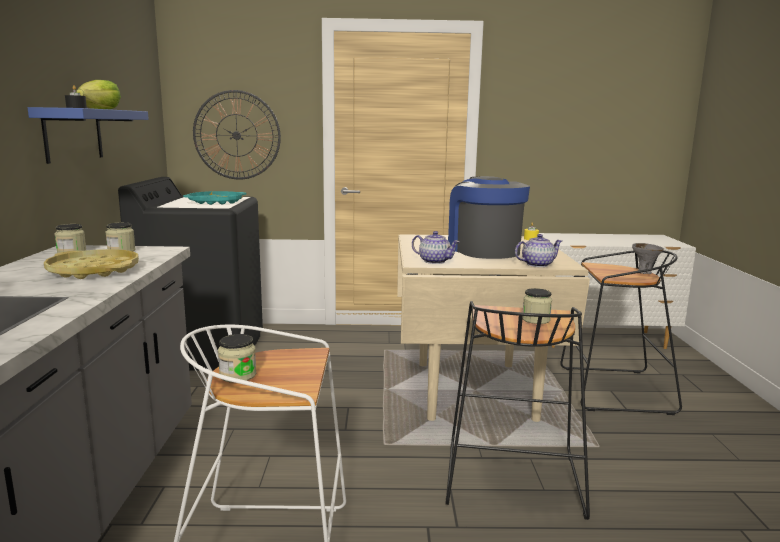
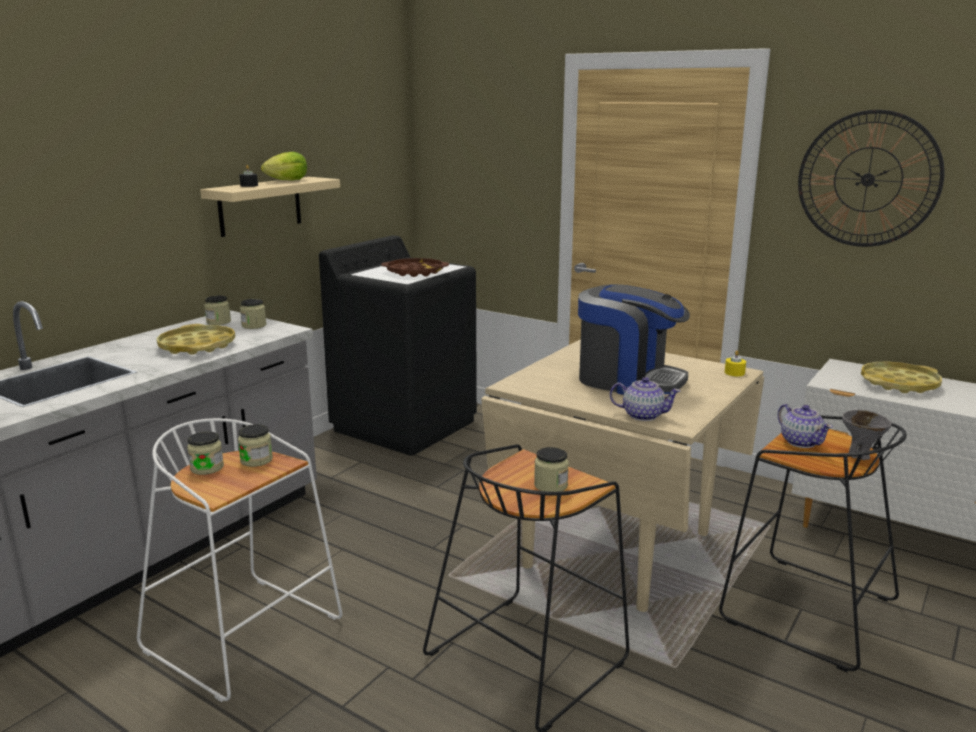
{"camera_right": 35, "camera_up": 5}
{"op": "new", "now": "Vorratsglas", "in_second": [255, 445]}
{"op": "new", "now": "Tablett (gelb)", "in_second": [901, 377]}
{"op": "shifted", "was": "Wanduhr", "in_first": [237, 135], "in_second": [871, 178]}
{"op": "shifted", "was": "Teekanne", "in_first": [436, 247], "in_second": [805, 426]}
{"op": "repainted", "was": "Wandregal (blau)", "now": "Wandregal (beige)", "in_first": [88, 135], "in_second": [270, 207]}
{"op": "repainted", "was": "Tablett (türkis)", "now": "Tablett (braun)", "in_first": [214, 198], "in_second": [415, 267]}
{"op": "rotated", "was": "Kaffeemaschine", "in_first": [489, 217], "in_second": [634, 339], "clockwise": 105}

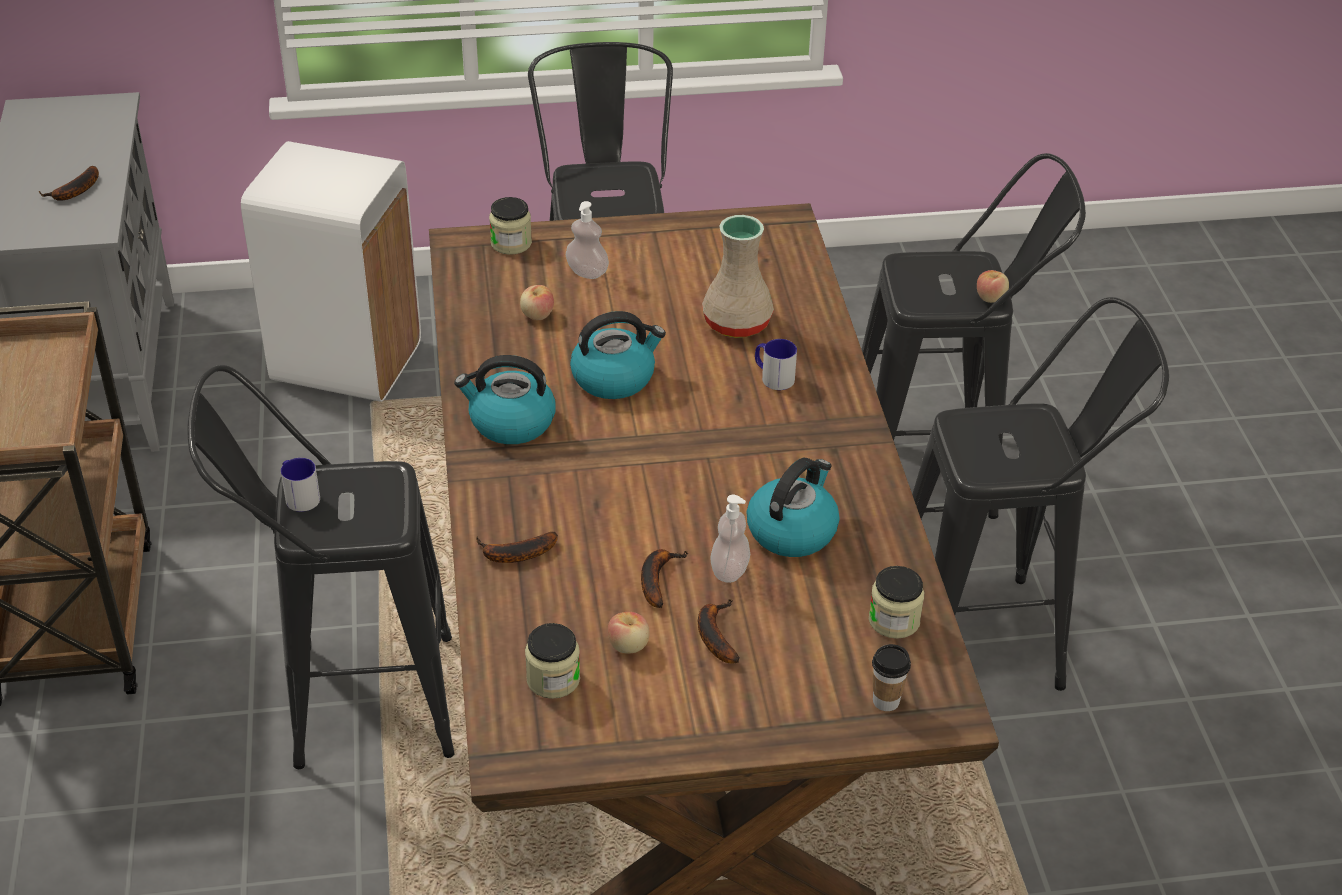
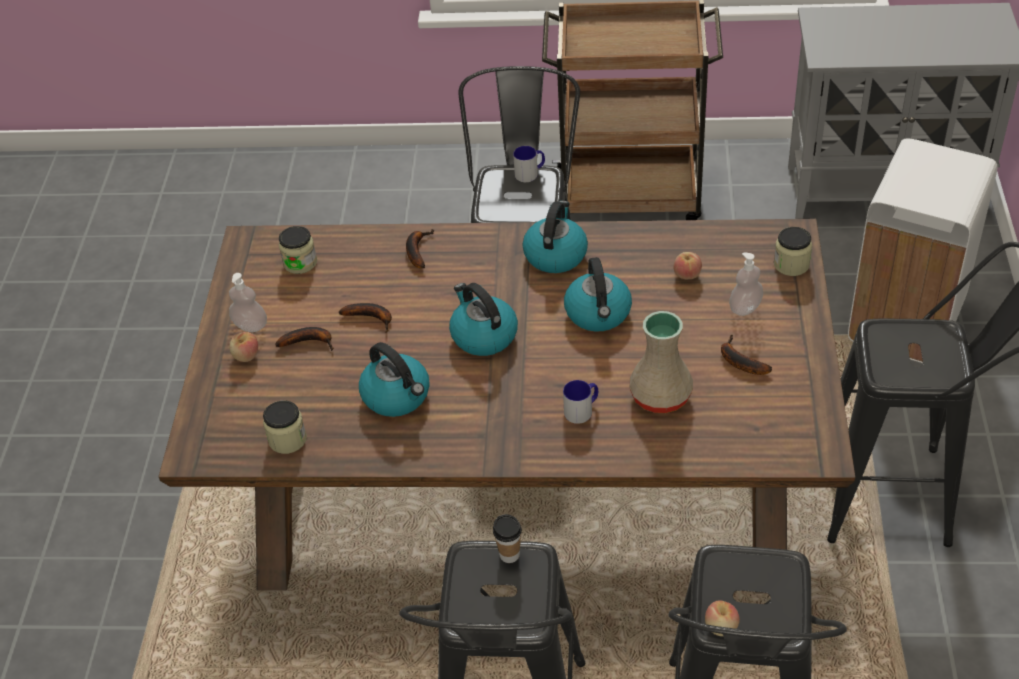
{"camera_right": 105, "camera_up": 5}
{"op": "new", "now": "Wasserkessel", "in_second": [483, 319]}
{"op": "shifted", "was": "Banane", "in_first": [68, 183], "in_second": [746, 355]}
{"op": "shifted", "was": "Apfel", "in_first": [628, 633], "in_second": [244, 347]}
{"op": "shifted", "was": "Seifenspender", "in_first": [730, 539], "in_second": [248, 302]}
{"op": "shifted", "was": "Tasse", "in_first": [891, 677], "in_second": [507, 538]}

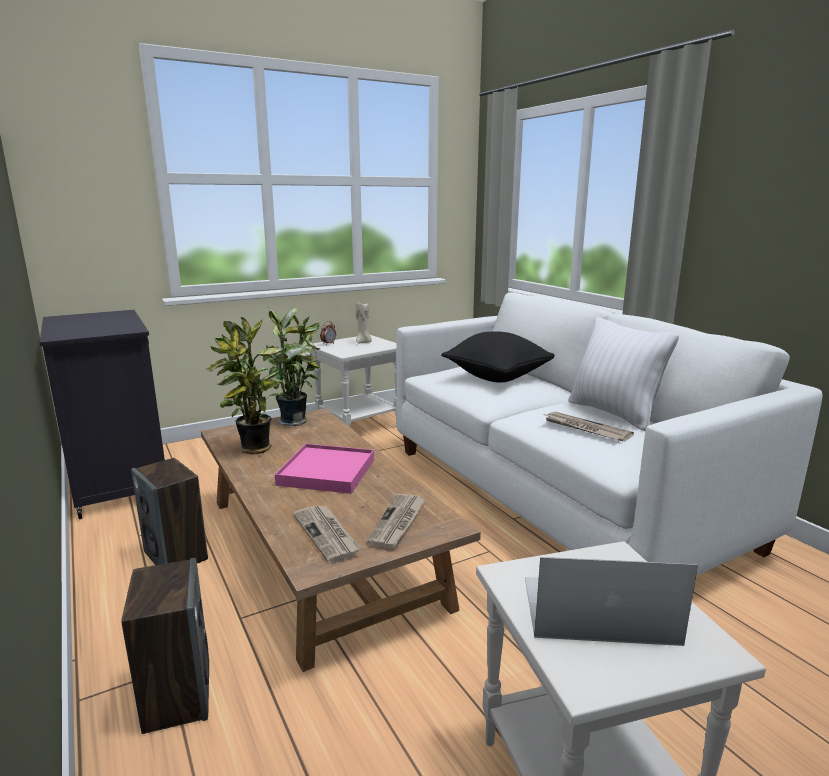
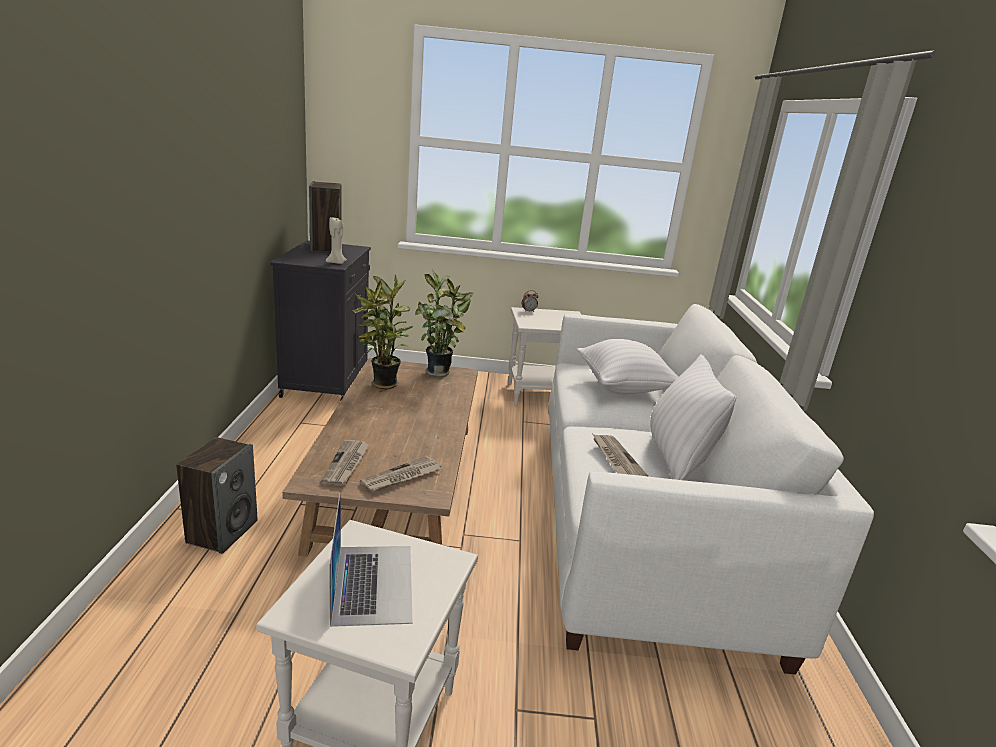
{"camera_right": 30, "camera_up": 5}
{"op": "gone", "was": "Tablett (rosa)", "in_first": [324, 469]}
{"op": "shifted", "was": "Lautsprecher", "in_first": [169, 511], "in_second": [325, 216]}
{"op": "shifted", "was": "Kerze (beige)", "in_first": [364, 322], "in_second": [336, 240]}
{"op": "repainted", "was": "Kissen (schwarz)", "now": "Kissen (weiß)", "in_first": [498, 357], "in_second": [627, 366]}
{"op": "rotated", "was": "Laptop", "in_first": [611, 601], "in_second": [370, 559], "clockwise": 45}

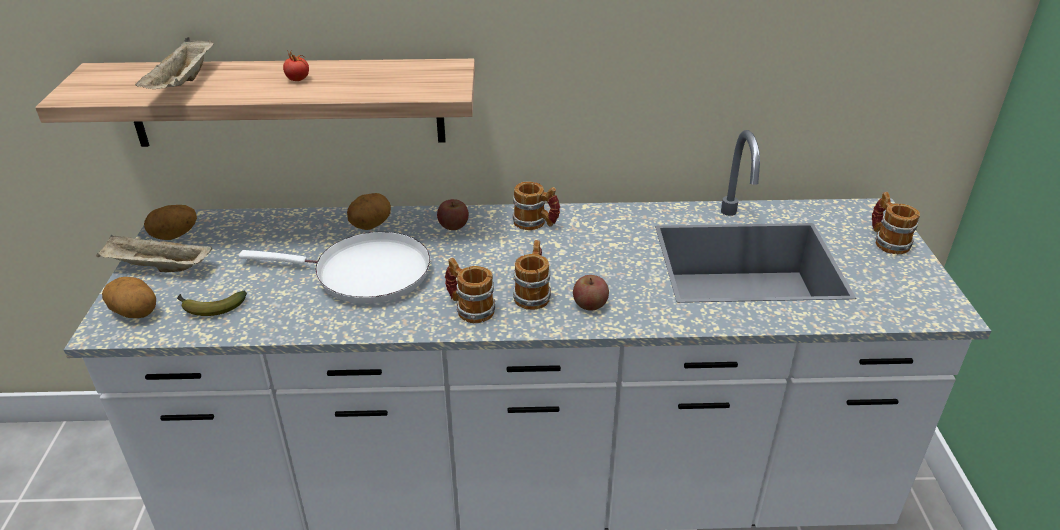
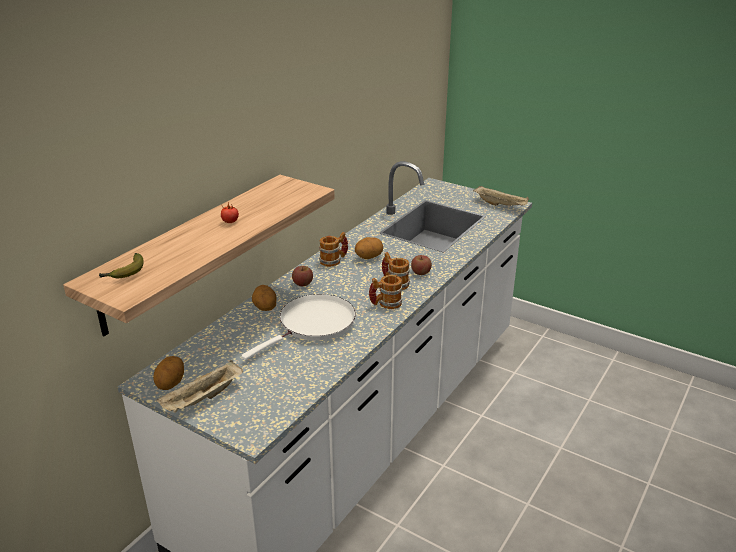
{"camera_right": -55, "camera_up": -5}
{"op": "gone", "was": "Henkelbecher", "in_first": [895, 223]}
{"op": "shifted", "was": "Kartoffel", "in_first": [129, 297], "in_second": [369, 248]}
{"op": "shifted", "was": "Tablett (beige)", "in_first": [174, 63], "in_second": [501, 196]}
{"op": "shifted", "was": "Banane", "in_first": [212, 303], "in_second": [121, 265]}

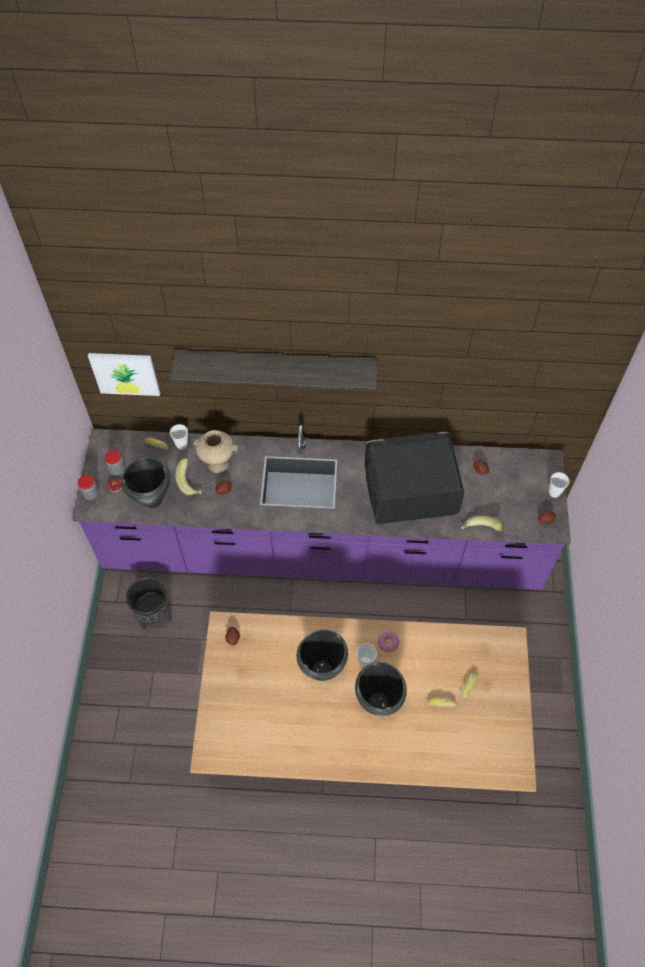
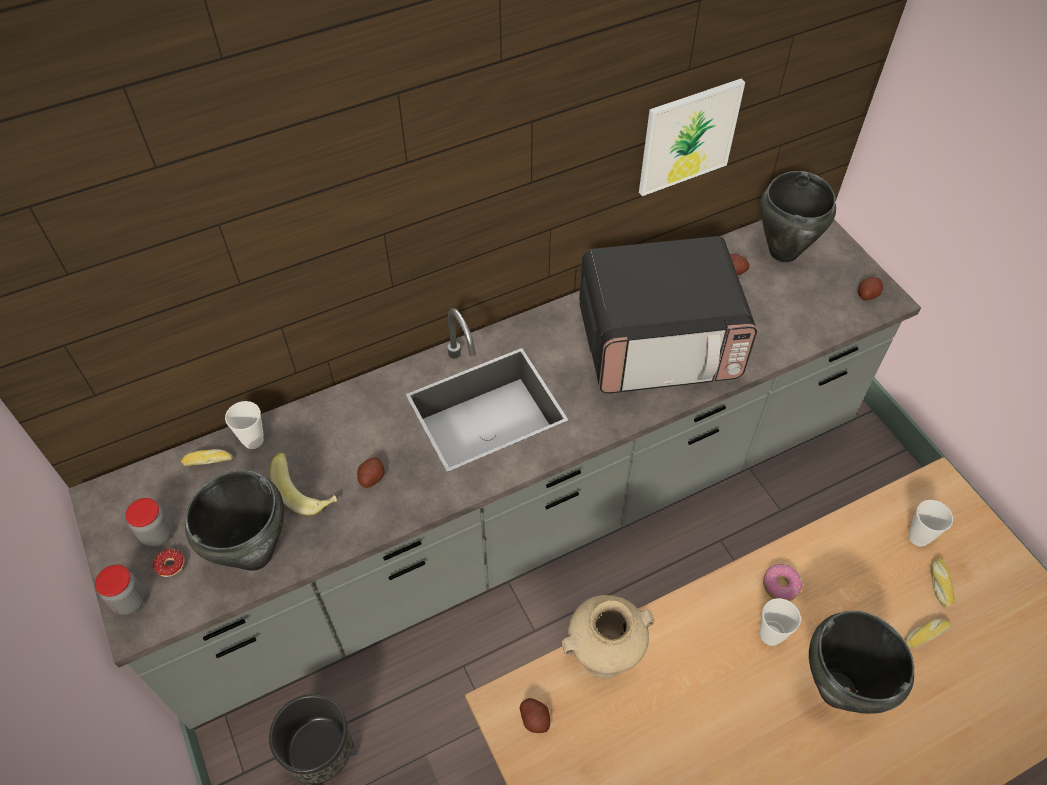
{"camera_right": -30, "camera_up": -5}
{"op": "gone", "was": "Wandregal", "in_first": [274, 370]}
{"op": "gone", "was": "Banane", "in_first": [482, 523]}
{"op": "shifted", "was": "Bild", "in_first": [124, 374], "in_second": [692, 137]}
{"op": "shifted", "was": "Vase (beige)", "in_first": [215, 451], "in_second": [608, 636]}
{"op": "shifted", "was": "Kochtopf (schwarz)", "in_first": [322, 655], "in_second": [798, 216]}
{"op": "shifted", "was": "Tasse", "in_first": [559, 485], "in_second": [931, 523]}
{"op": "repainted", "was": "Küchenzeile (lila)", "now": "Küchenzeile (grau)", "in_first": [321, 507], "in_second": [494, 474]}
{"op": "rotated", "was": "Mikrowelle", "in_first": [414, 478], "in_second": [668, 315], "clockwise": -150}

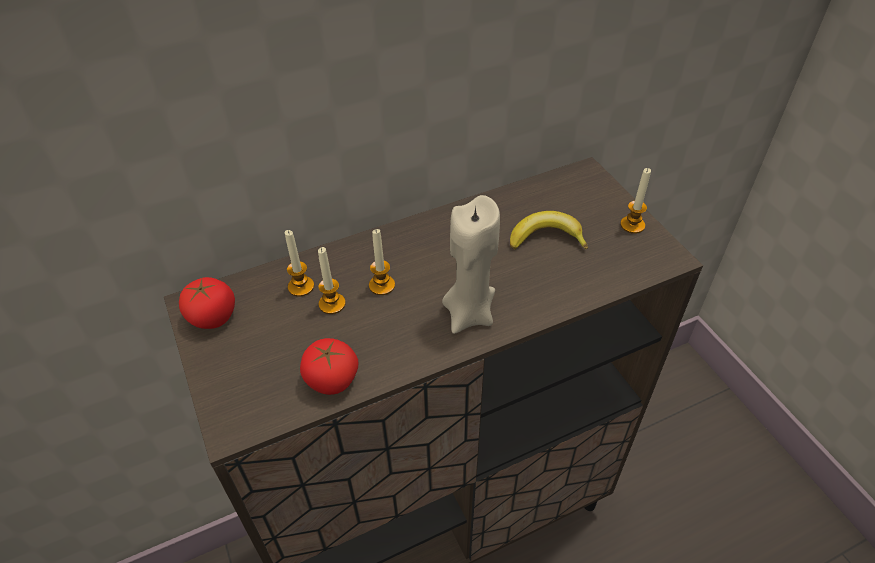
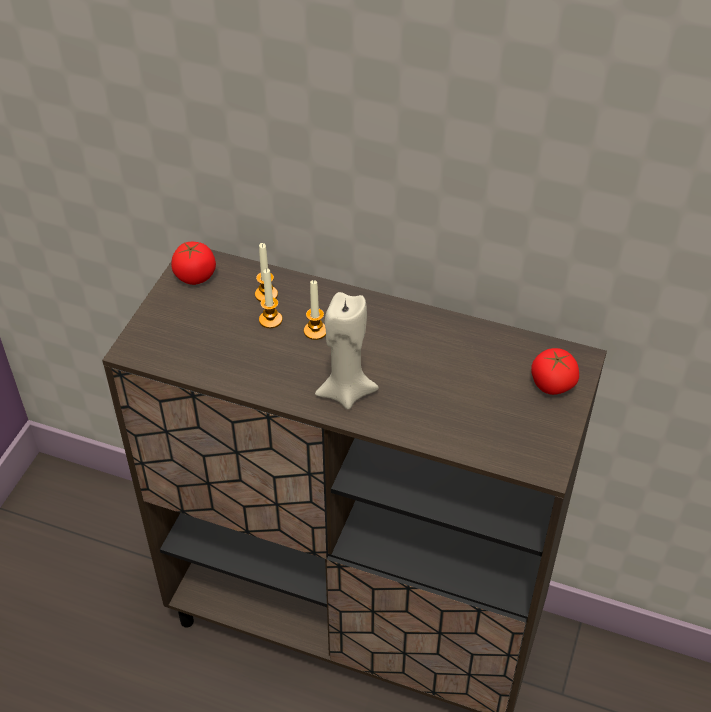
{"camera_right": 45, "camera_up": 0}
{"op": "gone", "was": "Banane", "in_first": [549, 230]}
{"op": "gone", "was": "Kerze", "in_first": [635, 201]}
{"op": "shifted", "was": "Tomate", "in_first": [329, 366], "in_second": [555, 371]}

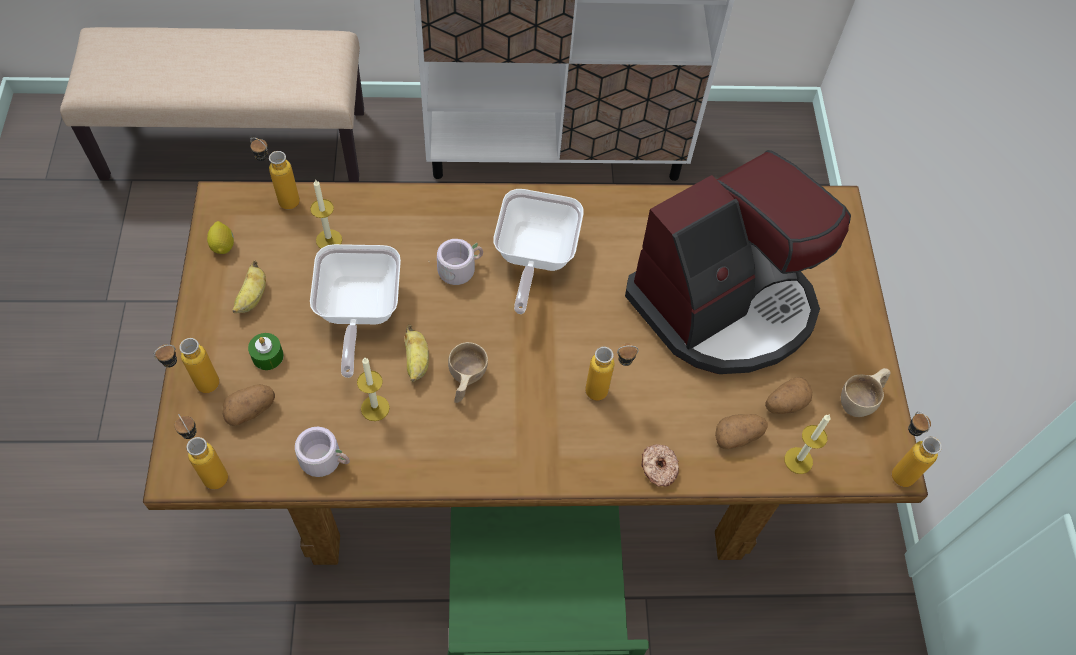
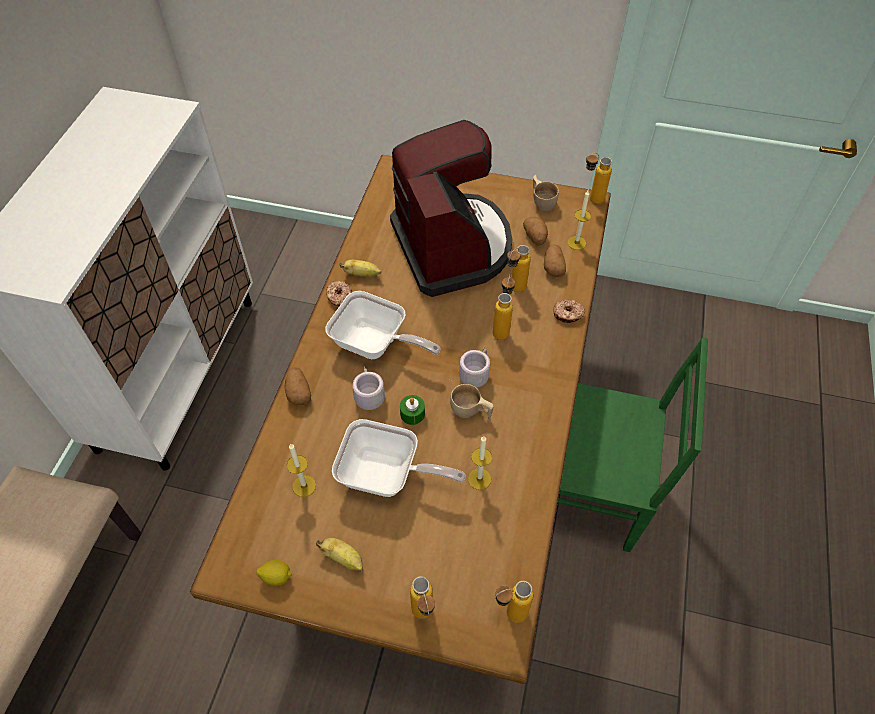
{"camera_right": -70, "camera_up": -5}
{"op": "new", "now": "Donut", "in_second": [339, 293]}
{"op": "shifted", "was": "Kartoffel", "in_first": [249, 405], "in_second": [298, 386]}
{"op": "shifted", "was": "Kerze (grün)", "in_first": [266, 351], "in_second": [412, 410]}
{"op": "shifted", "was": "Flasche", "in_first": [275, 173], "in_second": [519, 268]}
{"op": "shifted", "was": "Henkelbecher (grau)", "in_first": [322, 452], "in_second": [470, 367]}
{"op": "shifted", "was": "Banane", "in_first": [417, 353], "in_second": [360, 268]}

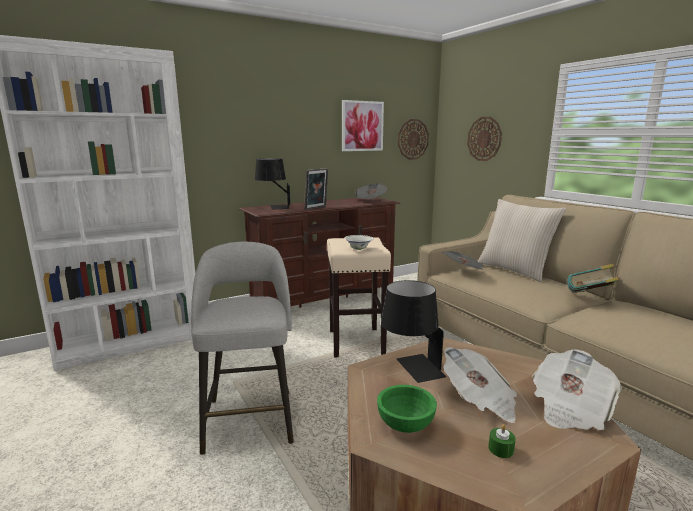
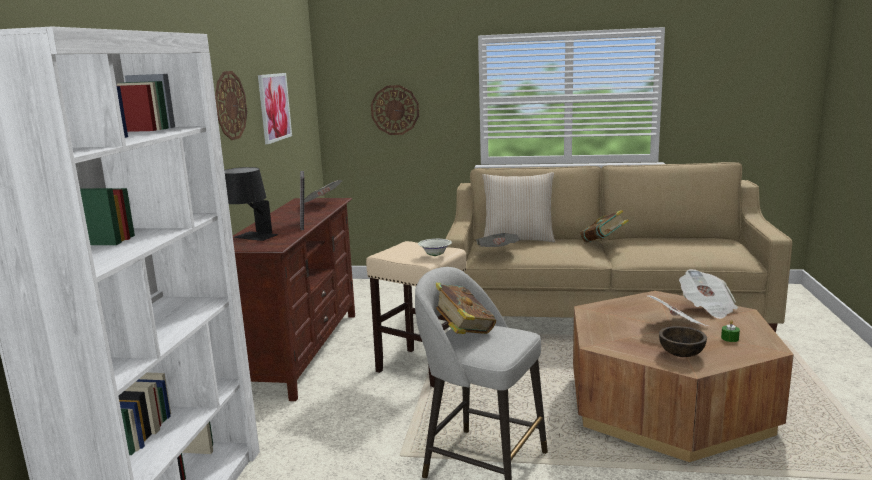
{"camera_right": -50, "camera_up": 0}
{"op": "gone", "was": "Tischlampe (schwarz)", "in_first": [413, 331]}
{"op": "new", "now": "Buch", "in_second": [466, 308]}
{"op": "shifted", "was": "Wanduhr", "in_first": [413, 139], "in_second": [231, 105]}
{"op": "repainted", "was": "Schüssel (grün)", "now": "Schüssel (braun)", "in_first": [407, 409], "in_second": [683, 341]}

